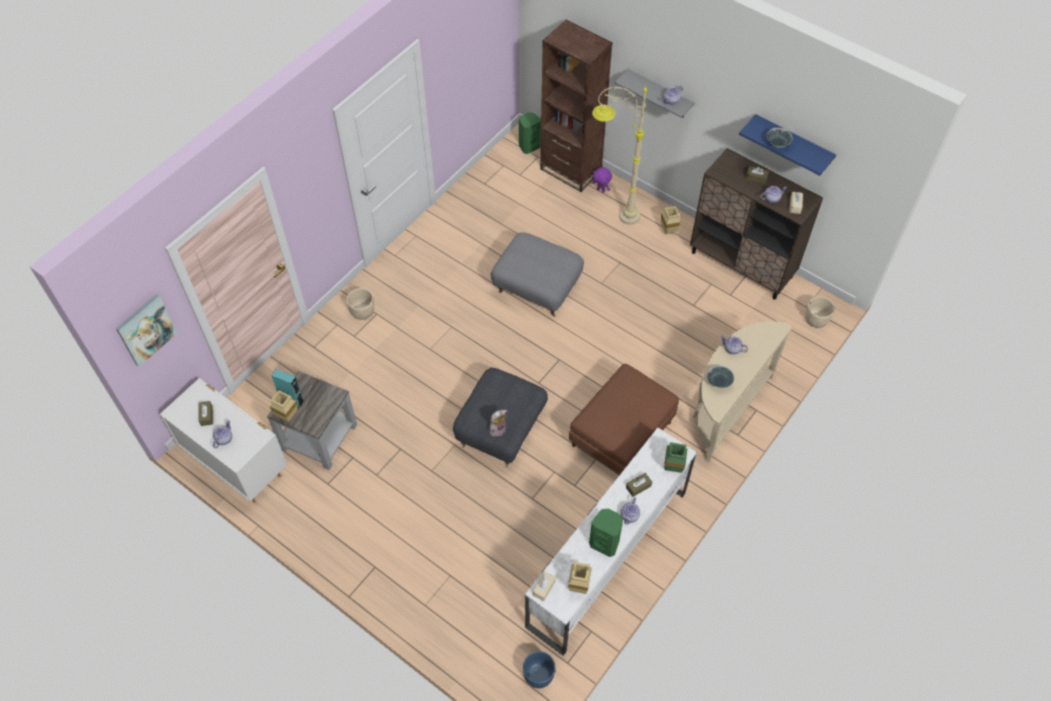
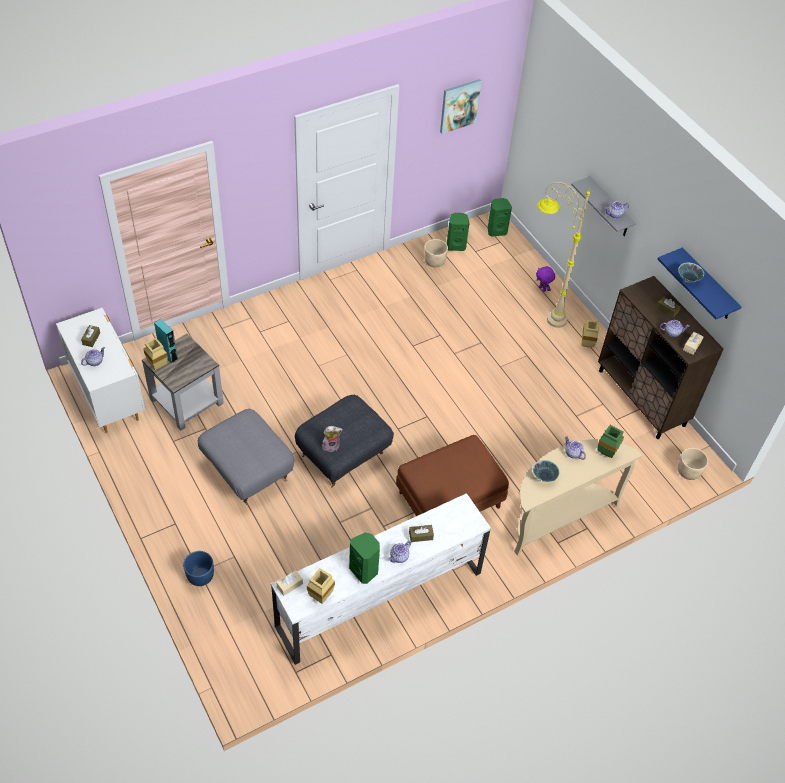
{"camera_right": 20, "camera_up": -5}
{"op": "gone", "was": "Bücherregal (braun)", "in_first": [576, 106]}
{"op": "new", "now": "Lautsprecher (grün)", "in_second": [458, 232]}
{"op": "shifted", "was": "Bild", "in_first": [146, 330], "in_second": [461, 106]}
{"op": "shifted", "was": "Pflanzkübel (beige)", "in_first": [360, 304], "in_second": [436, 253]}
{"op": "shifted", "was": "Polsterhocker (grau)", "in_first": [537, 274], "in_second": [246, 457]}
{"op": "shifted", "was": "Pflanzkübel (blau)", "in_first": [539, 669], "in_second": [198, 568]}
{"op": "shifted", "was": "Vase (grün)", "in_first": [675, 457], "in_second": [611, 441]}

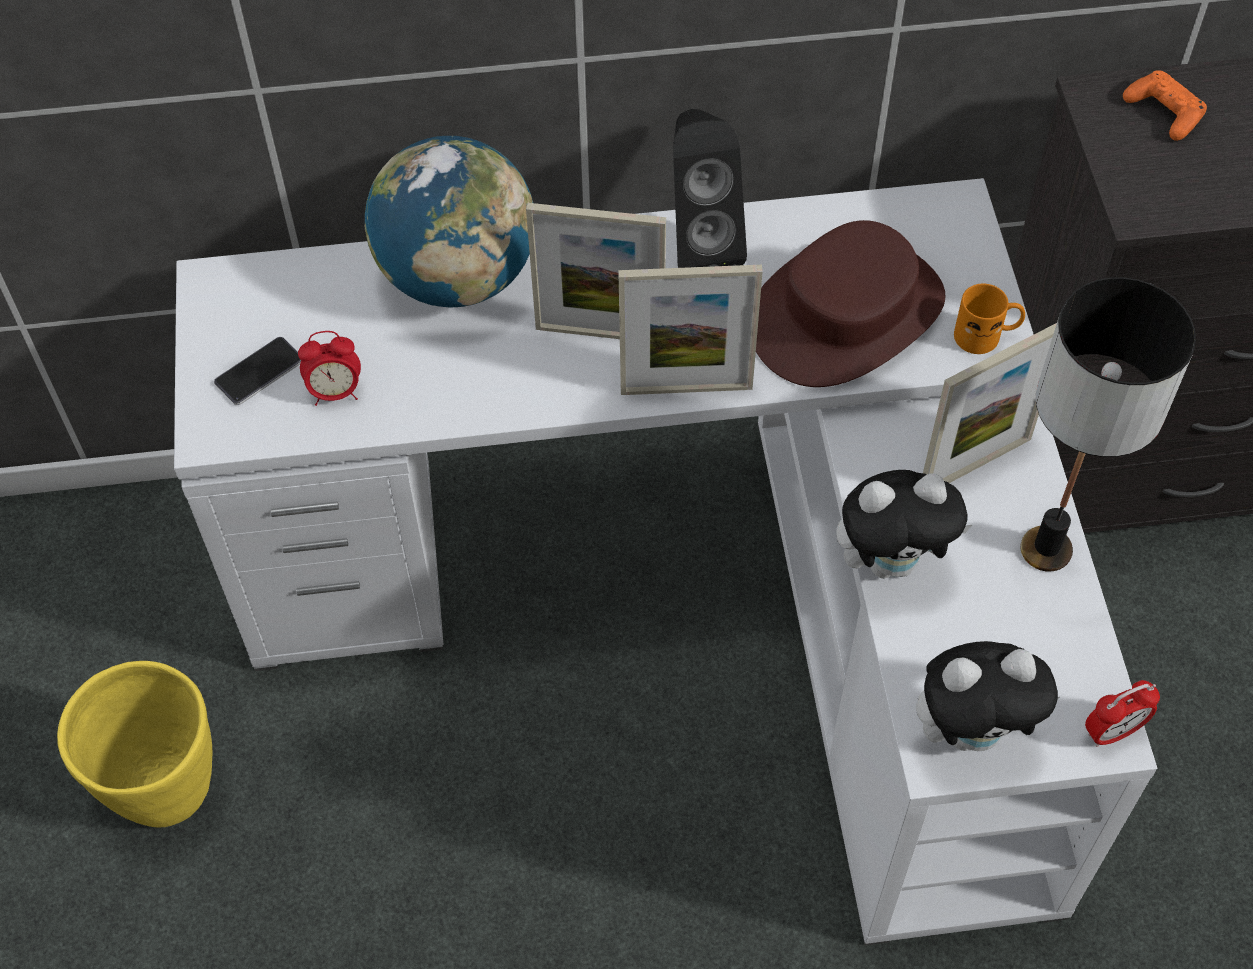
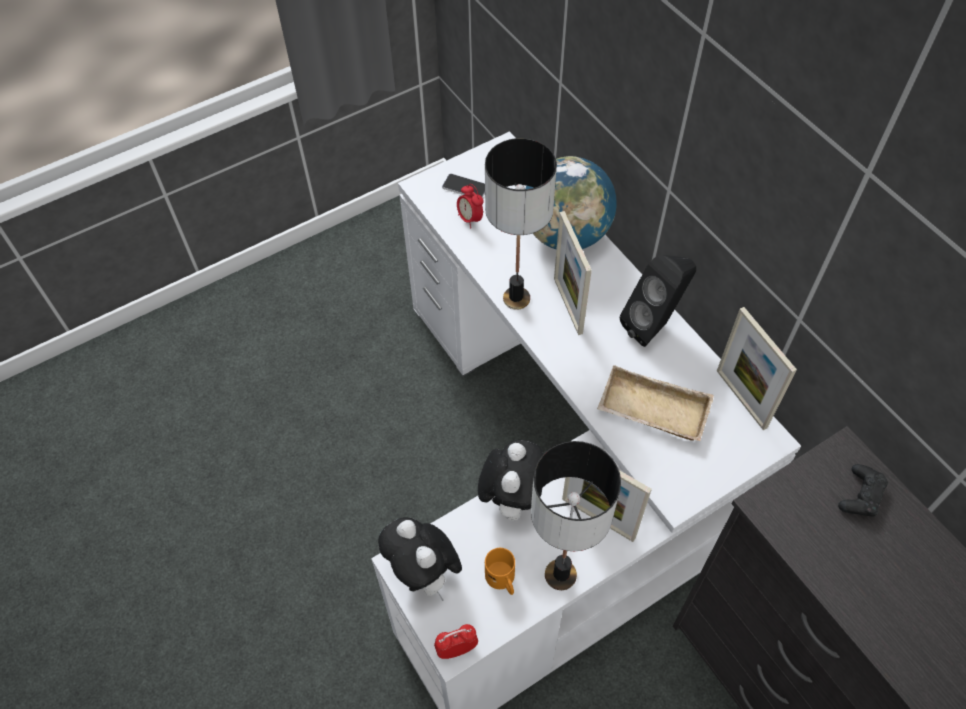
{"camera_right": 65, "camera_up": 0}
{"op": "gone", "was": "Pflanzkübel (gelb)", "in_first": [134, 744]}
{"op": "new", "now": "Tischlampe", "in_second": [521, 224]}
{"op": "shifted", "was": "Bilderrahmen", "in_first": [690, 330], "in_second": [757, 368]}
{"op": "shifted", "was": "Henkelbecher (orange)", "in_first": [989, 319], "in_second": [500, 571]}
{"op": "swapped", "was": "Hut (braun)", "now": "Tablett (beige)", "in_first": [851, 303], "in_second": [655, 403]}
{"op": "repainted", "was": "Gamepad (orange)", "now": "Gamepad (schwarz)", "in_first": [1165, 105], "in_second": [863, 490]}
{"op": "rotated", "was": "Plüschtier", "in_first": [904, 524], "in_second": [511, 480], "clockwise": -135}
{"op": "rotated", "was": "Wecker", "in_first": [1122, 713], "in_second": [456, 641], "clockwise": 120}

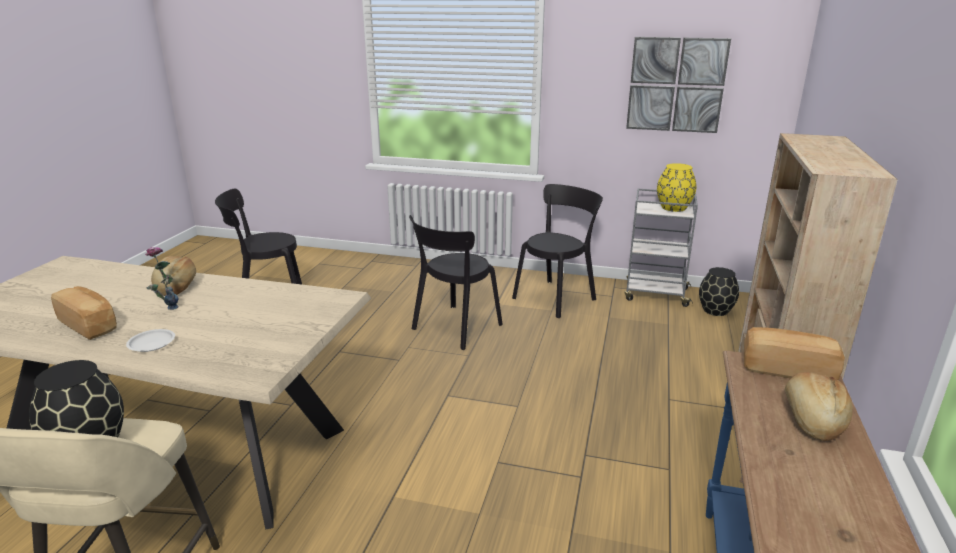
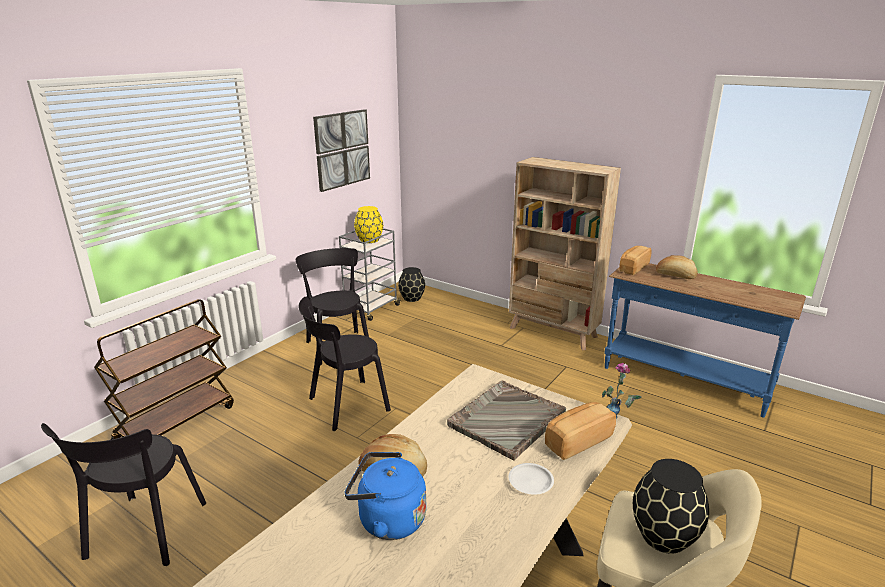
{"camera_right": -70, "camera_up": 0}
{"op": "new", "now": "Rollwagen (braun)", "in_second": [164, 369]}
{"op": "new", "now": "Wasserkessel (blau)", "in_second": [385, 496]}
{"op": "new", "now": "Tablett (grau)", "in_second": [506, 421]}
{"op": "shifted", "was": "Brot", "in_first": [84, 313], "in_second": [580, 431]}
{"op": "shifted", "was": "Vase", "in_first": [162, 278], "in_second": [621, 391]}
{"op": "rotated", "was": "Stuhl (schwarz)", "in_first": [456, 282], "in_second": [344, 364], "clockwise": 90}

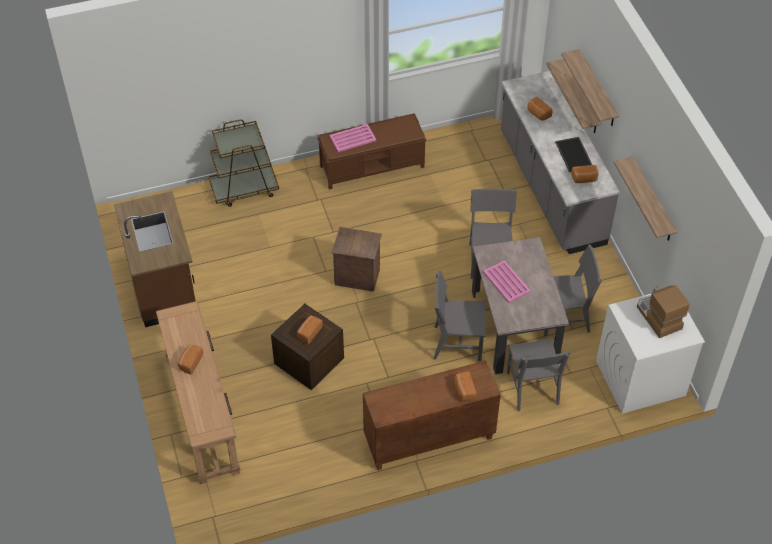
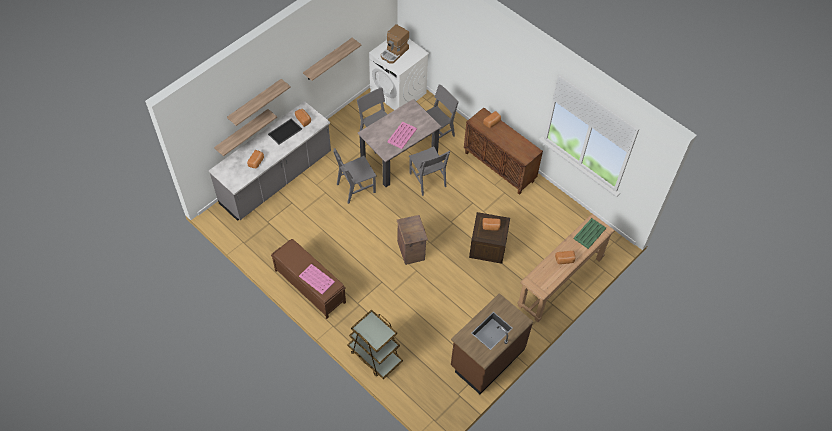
{"camera_right": -120, "camera_up": 5}
{"op": "new", "now": "Tablett (grün)", "in_second": [589, 233]}

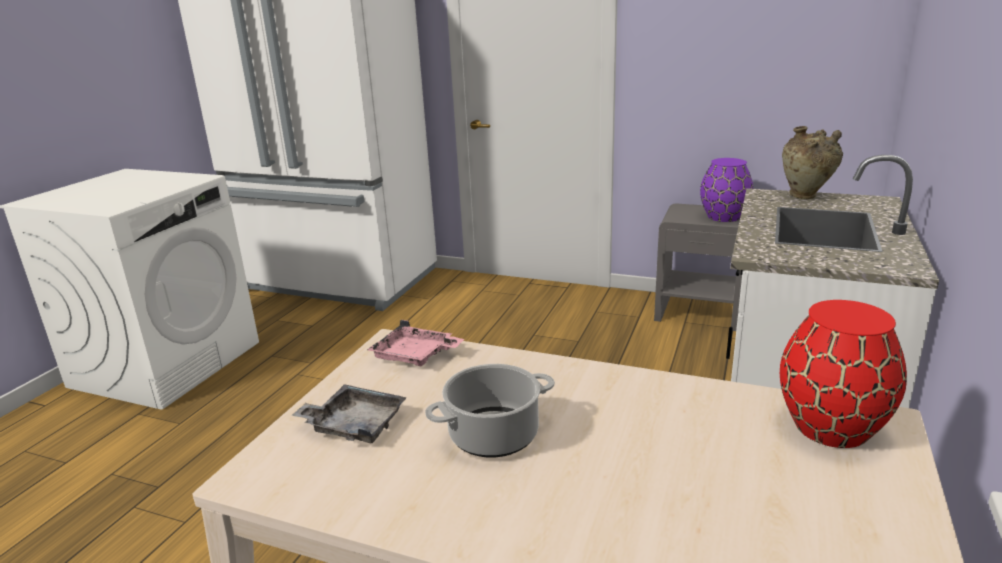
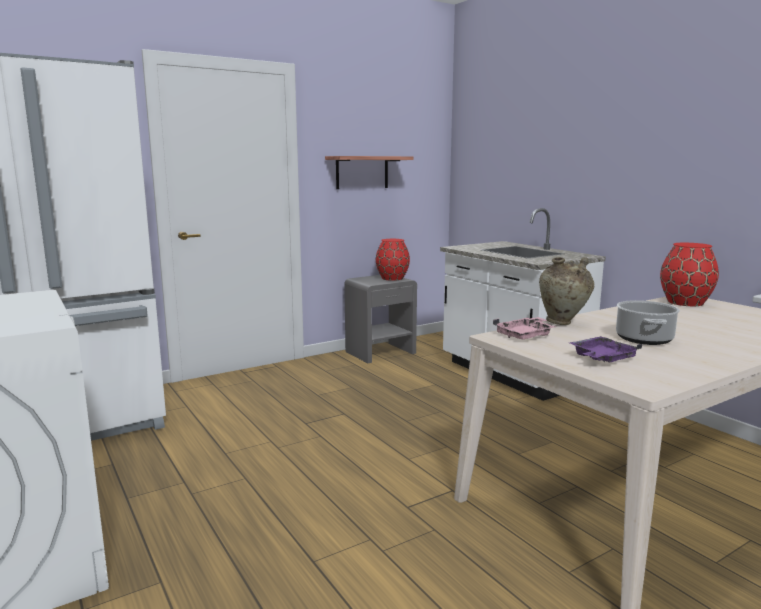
{"camera_right": -55, "camera_up": -10}
{"op": "new", "now": "Wandregal", "in_second": [369, 172]}
{"op": "shifted", "was": "Vase (beige)", "in_first": [812, 162], "in_second": [567, 291]}
{"op": "repainted", "was": "Tablett (grau)", "now": "Tablett (lila)", "in_first": [349, 413], "in_second": [606, 349]}
{"op": "repainted", "was": "Vase (lila)", "now": "Vase (rot)", "in_first": [726, 190], "in_second": [393, 260]}

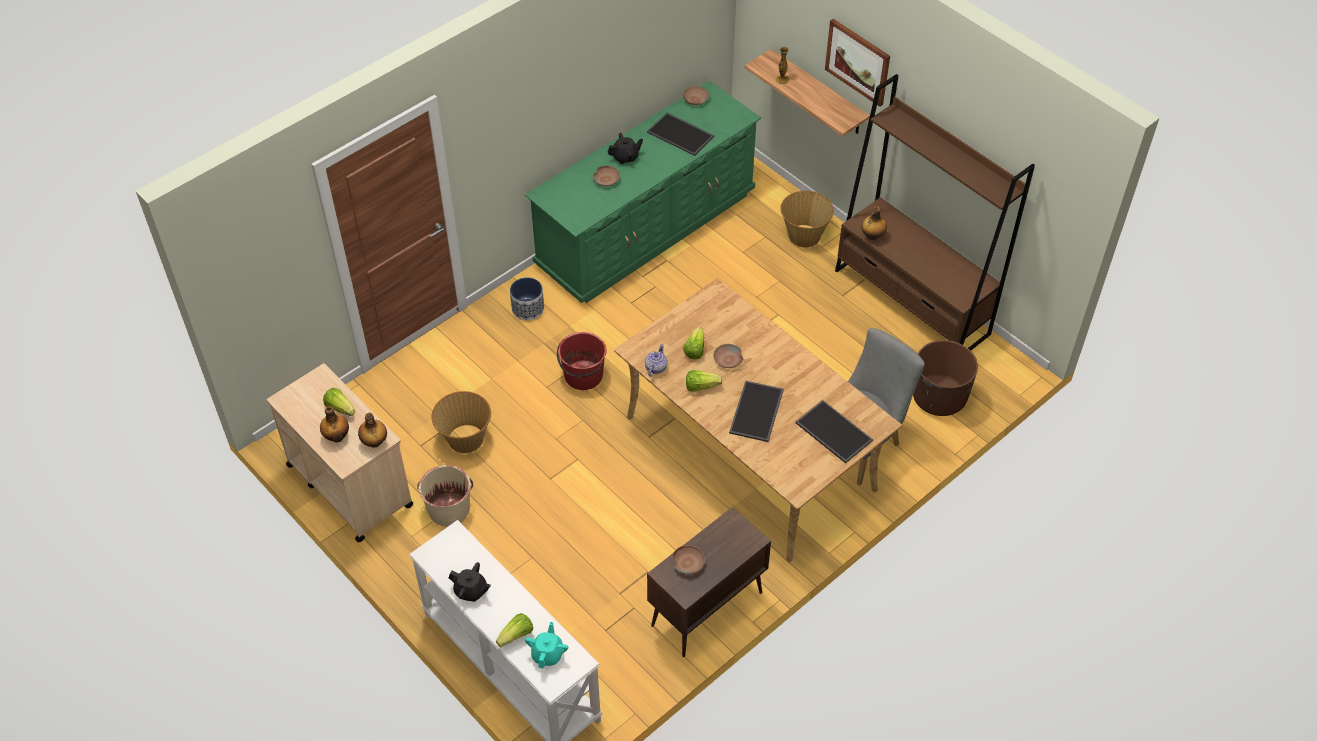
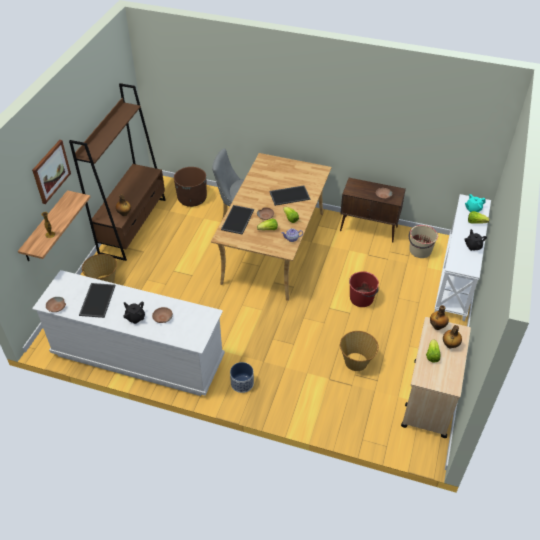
{"camera_right": -120, "camera_up": -5}
{"op": "shifted", "was": "Eimer (beige)", "in_first": [445, 496], "in_second": [423, 241]}
{"op": "shifted", "was": "Eimer (rot)", "in_first": [581, 361], "in_second": [364, 289]}
{"op": "shifted", "was": "Tablett", "in_first": [834, 431], "in_second": [237, 220]}
{"op": "repainted", "was": "Kommode (grün)", "now": "Kommode (weiß)", "in_first": [643, 192], "in_second": [128, 333]}

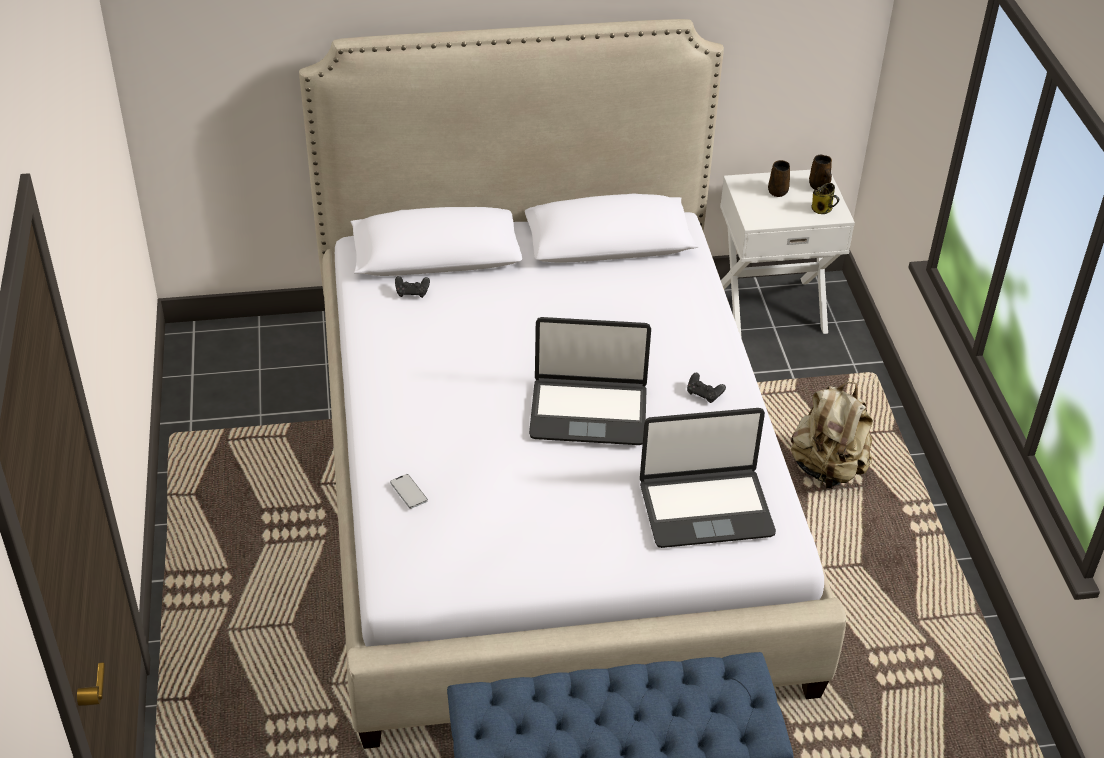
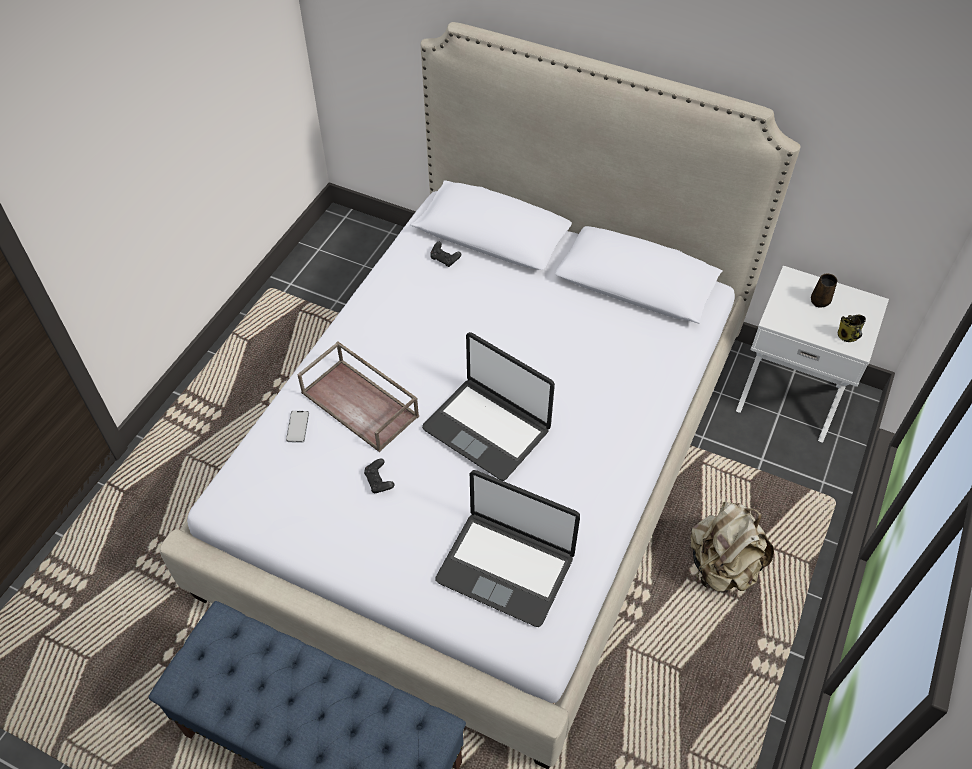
{"camera_right": 35, "camera_up": 10}
{"op": "gone", "was": "Henkelbecher (braun)", "in_first": [820, 172]}
{"op": "new", "now": "Tablett (braun)", "in_second": [358, 396]}
{"op": "shifted", "was": "Gamepad (schwarz)", "in_first": [706, 388], "in_second": [379, 476]}

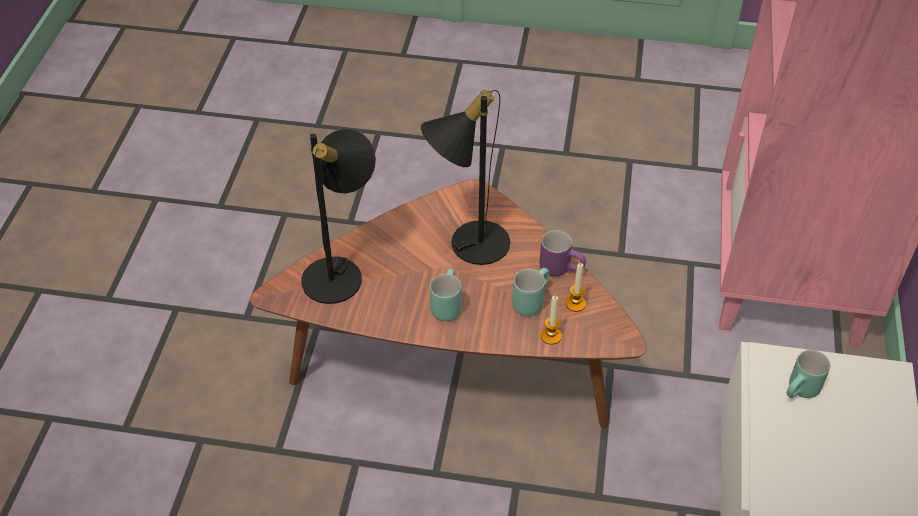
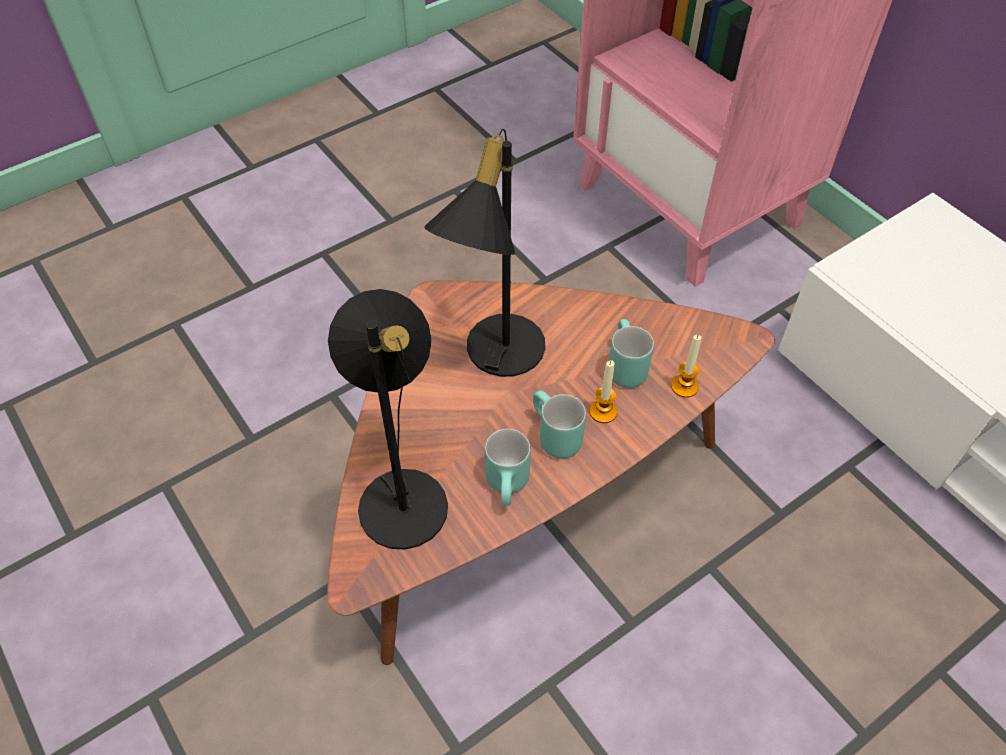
{"camera_right": -45, "camera_up": 5}
{"op": "gone", "was": "Henkelbecher (lila)", "in_first": [563, 253]}
{"op": "shifted", "was": "Kerze", "in_first": [576, 287], "in_second": [603, 391]}
{"op": "shifted", "was": "Henkelbecher (türkis)", "in_first": [808, 374], "in_second": [508, 467]}

